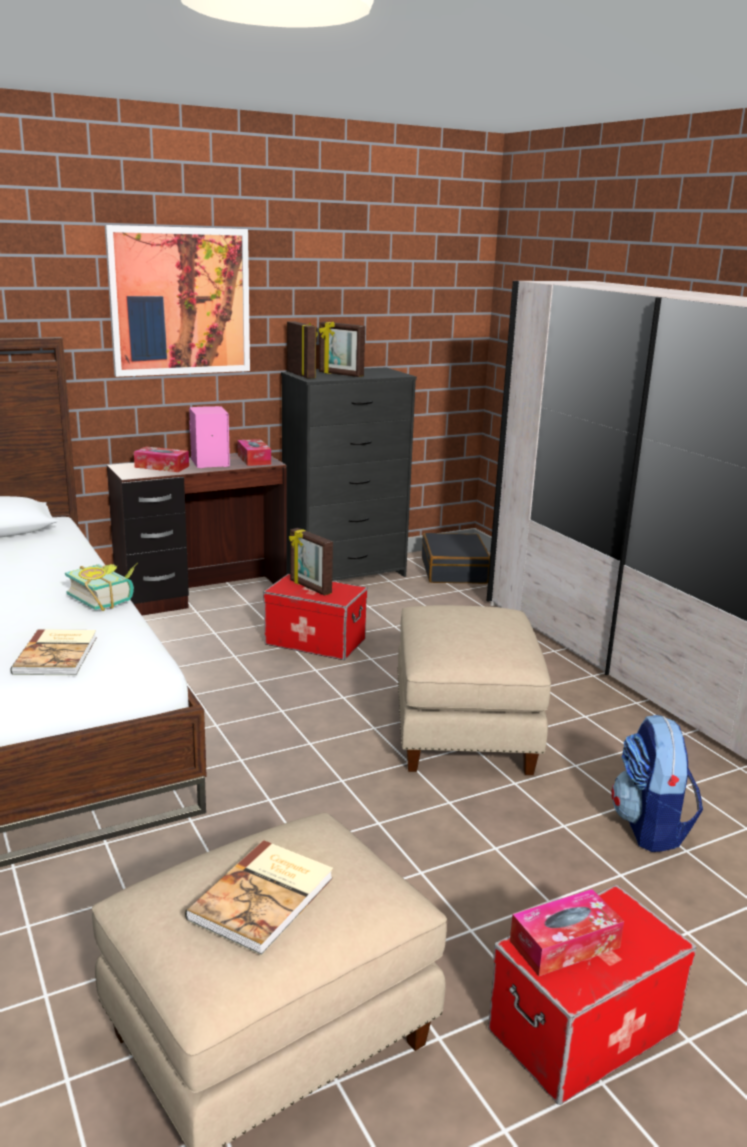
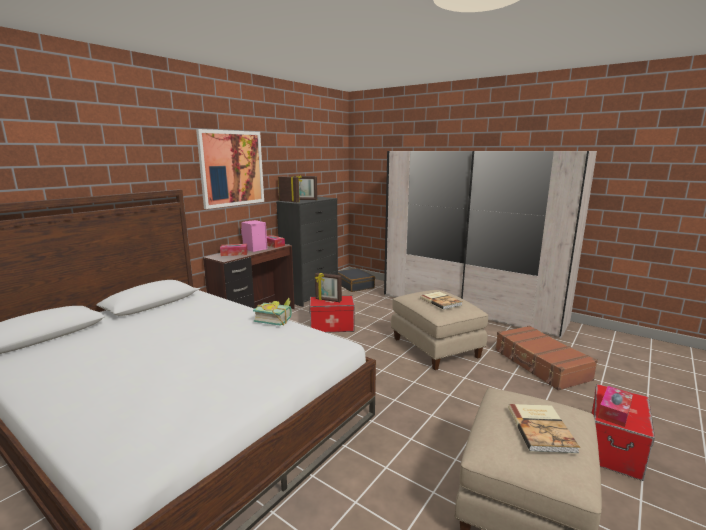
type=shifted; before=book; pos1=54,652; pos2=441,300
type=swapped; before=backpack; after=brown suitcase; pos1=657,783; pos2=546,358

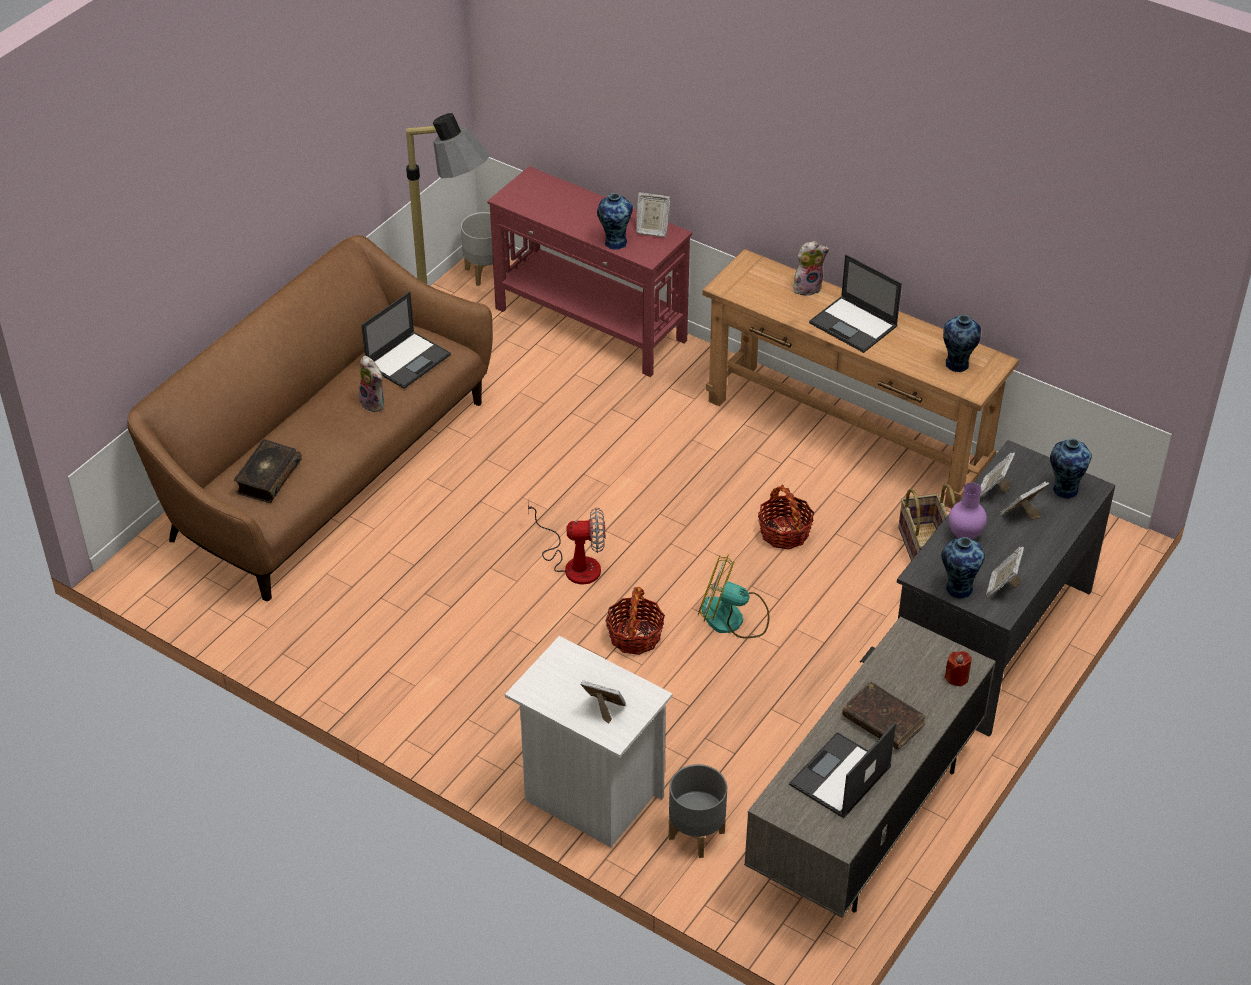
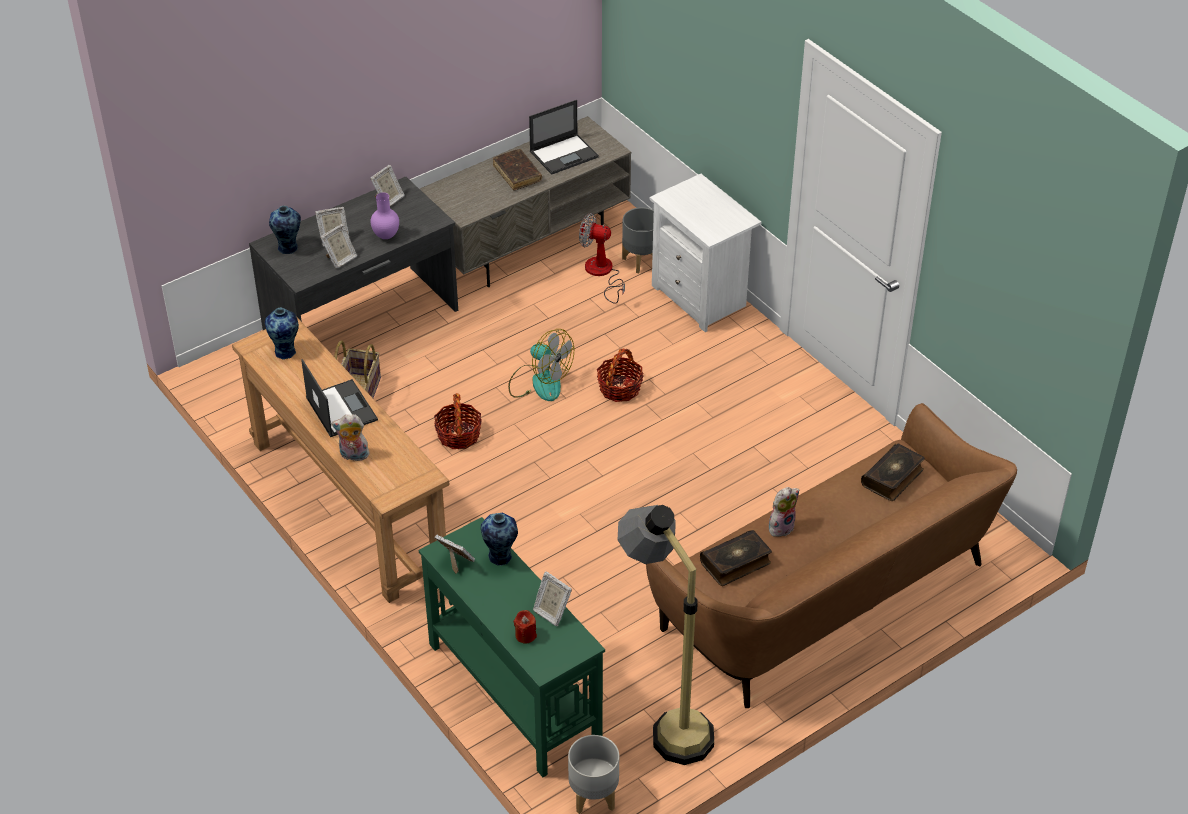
type=repainted; before=red console table; after=green console table; pos1=589,271; pos2=512,647
type=swapped; before=laptop; after=book; pos1=406,340; pos2=736,558
type=rotated; before=plush toy; pos1=371,384; pos2=784,512; turn=75
type=shifted; before=fan; pos1=566,543; pos2=602,258
type=gone; before=vase; pos1=963,568
type=shifted; before=red candle; pos1=958,669; pos2=525,627
type=shifted; before=picture frame; pos1=603,702; pos2=552,598

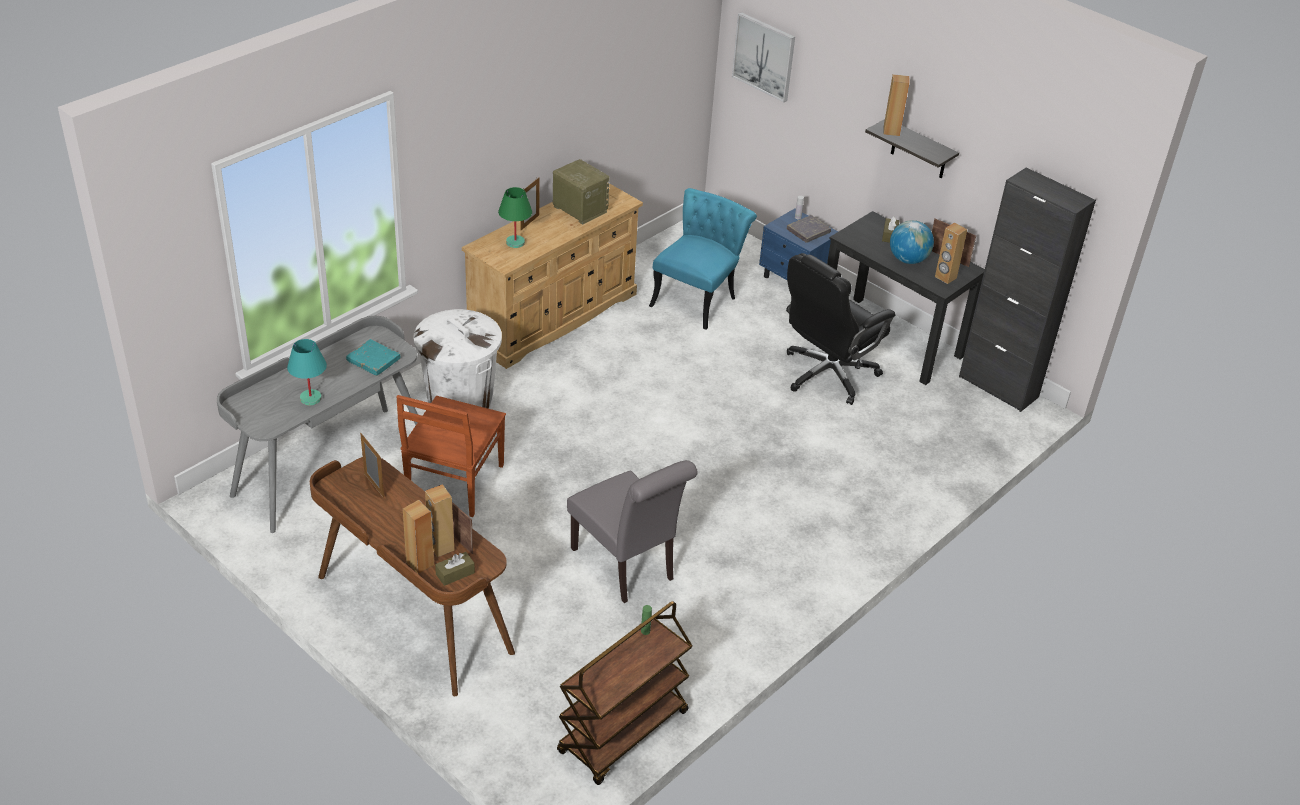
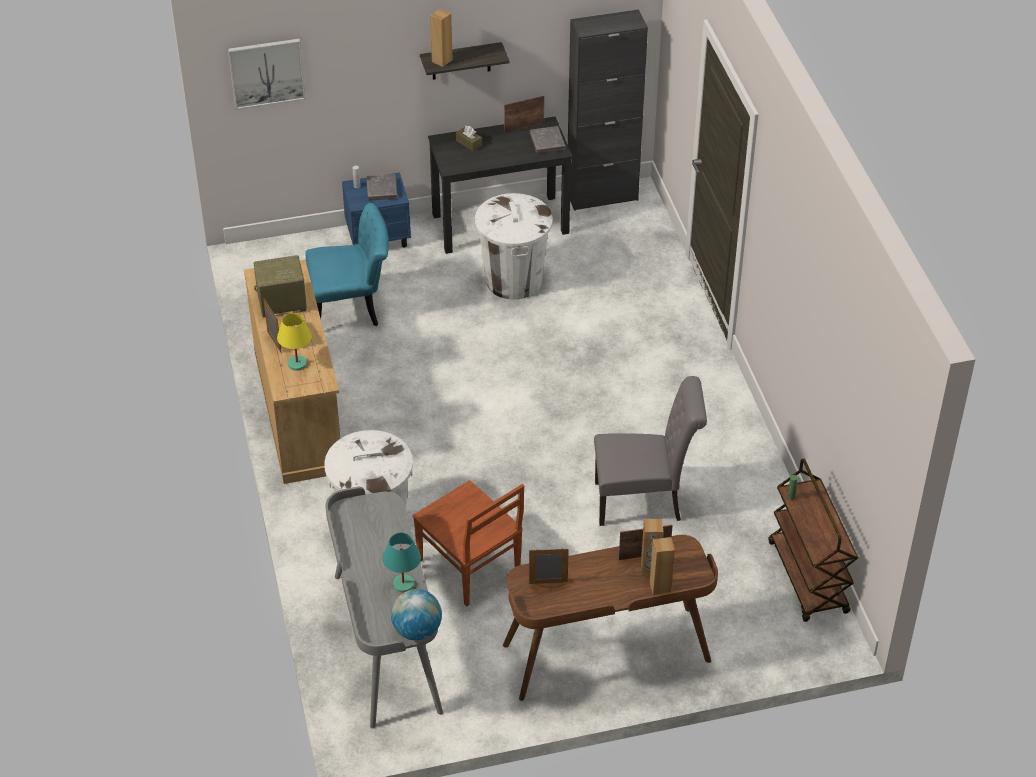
type=repainted; before=green table lamp; after=yellow table lamp; pos1=515,217; pos2=294,342
type=rotated; before=turquoise chair; pos1=703,259; pos2=347,264; turn=105
type=shifted; before=globe; pos1=912,242; pos2=416,615
type=swapped; before=brown speaker; after=grey book; pos1=951,253; pos2=547,140
type=swapped; before=black office chair; after=white trash can; pos1=841,329; pos2=514,246
type=gone; before=turquoise book; pos1=373,357
type=gone; before=brown tissue box; pos1=455,569

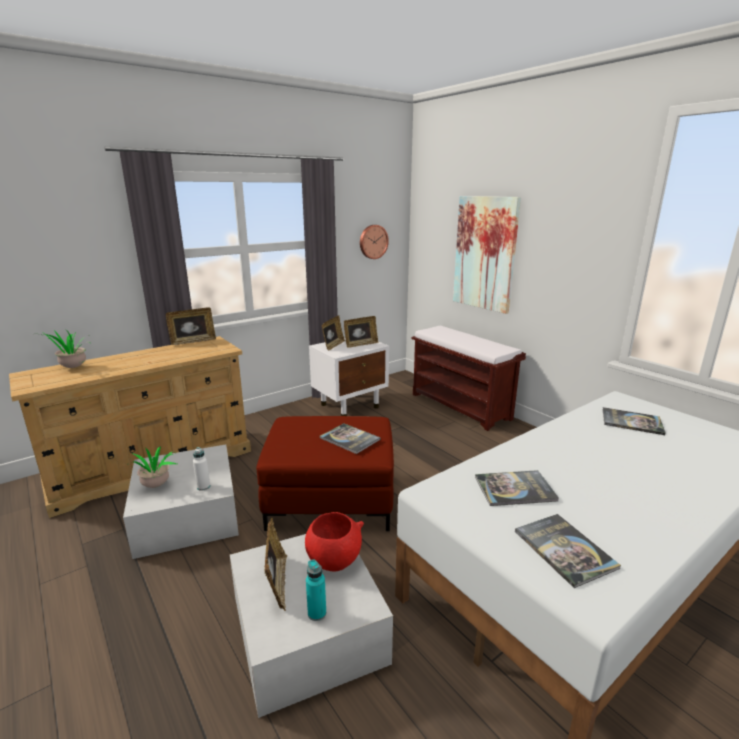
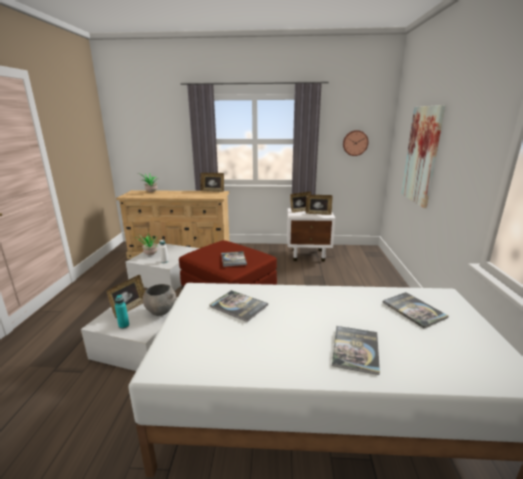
type=gone; before=brown bench; pos1=469,378
type=repainted; before=red bowl; after=grey bowl; pos1=334,542; pos2=160,300
type=shifted; before=book; pos1=568,551; pos2=356,350

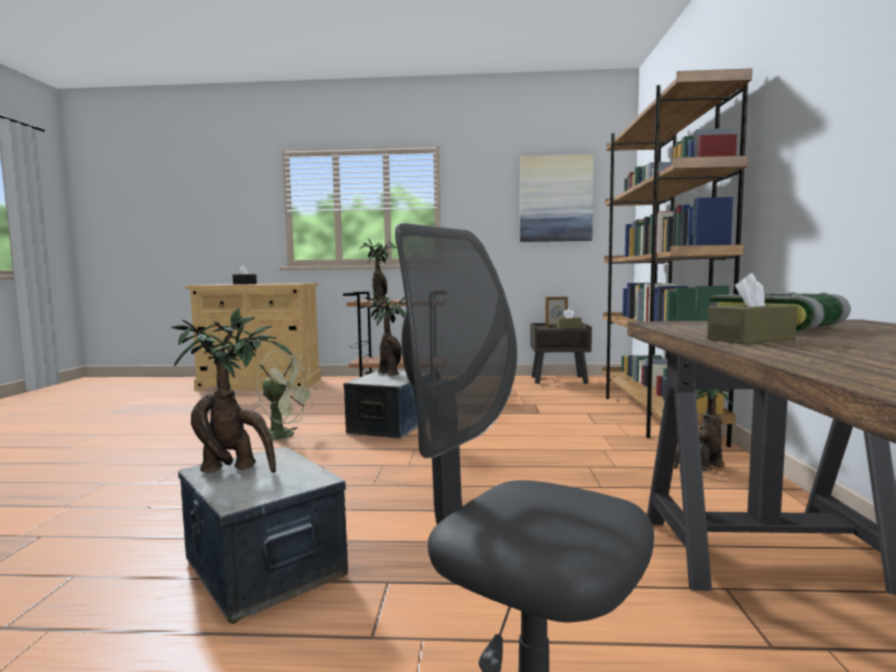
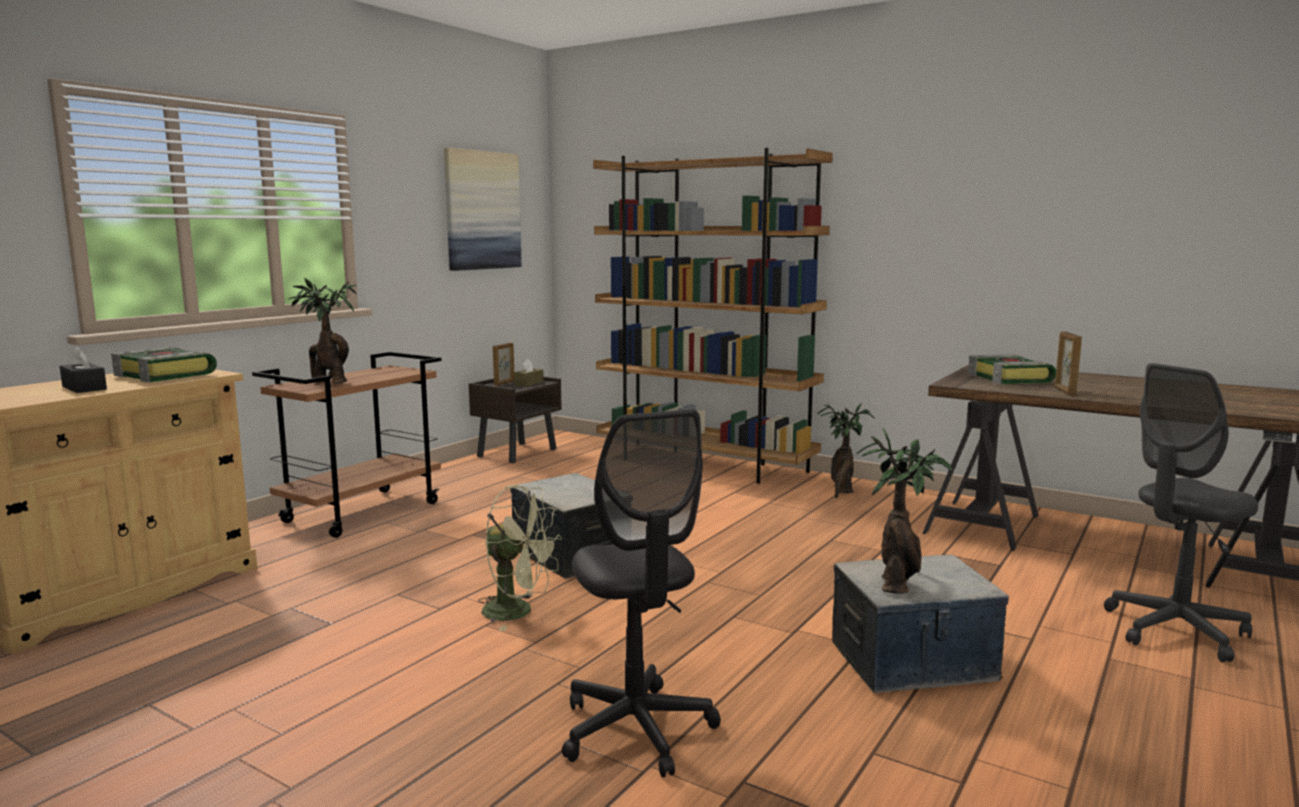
type=swapped; before=brown tissue box; after=picture frame; pos1=752,308; pos2=1068,364
type=gone; before=potted plant; pos1=384,334
type=rotated; before=green fan; pos1=286,396; pos2=520,558; turn=60
type=new; after=book; pos2=164,365
type=new; after=black office chair; pos2=641,593

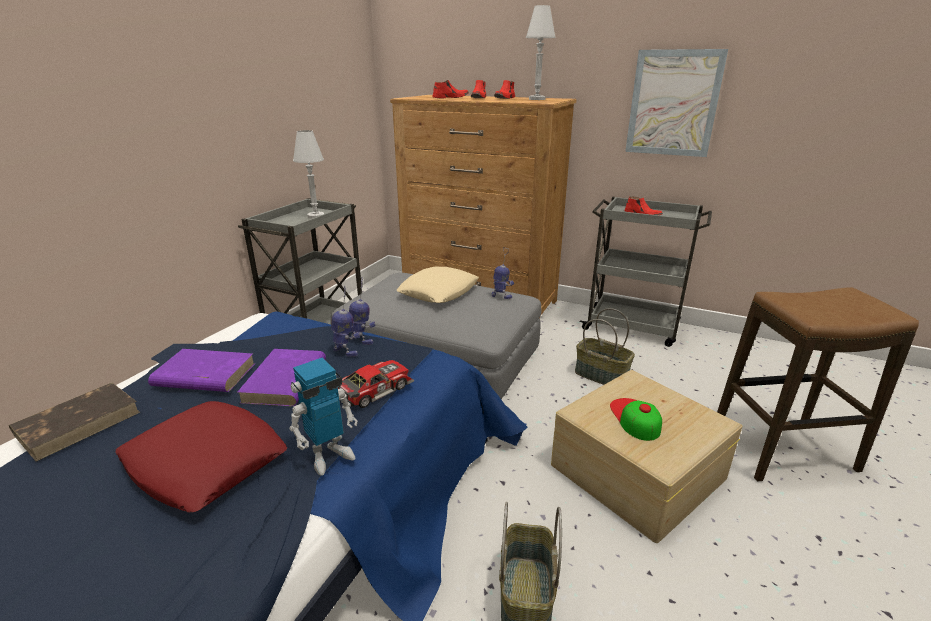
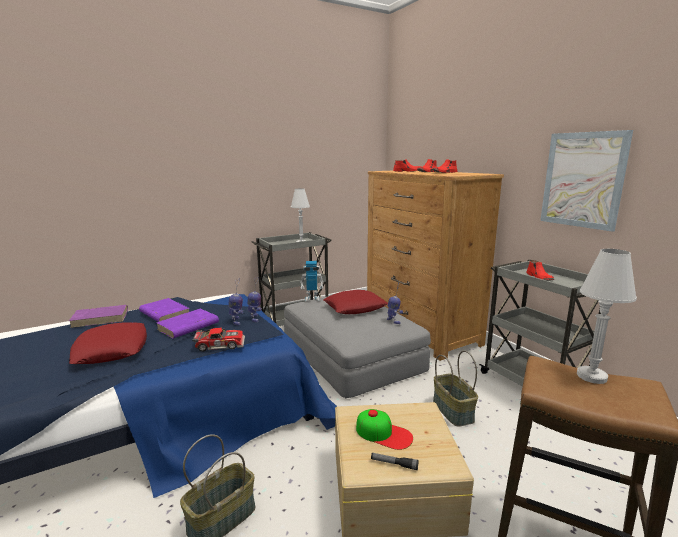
type=shifted; before=white table lamp; pos1=541,52; pos2=607,316
type=repainted; before=beige pillow; after=red pillow; pos1=437,285; pos2=355,302
type=shifted; before=toy robot; pos1=323,417; pos2=312,281
type=repainted; before=brown book; after=purple book; pos1=74,421; pos2=98,316
type=rotated; before=cap; pos1=636,419; pos2=384,429; turn=90
type=new; after=flashlight; pos2=395,461

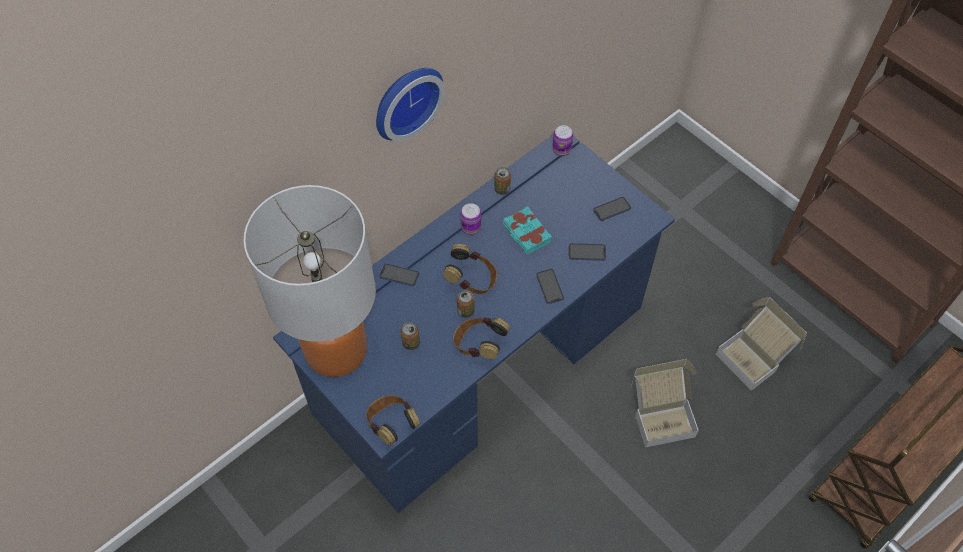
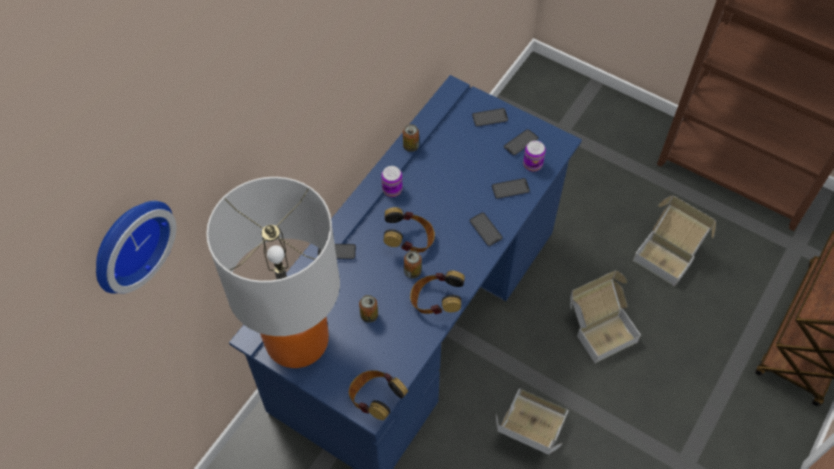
type=shifted; before=wall clock; pos1=410,104; pos2=136,247
type=shifted; before=can; pos1=562,140; pos2=534,156
type=gone; before=turquoise book; pos1=527,230
type=new; after=phone; pos2=490,117
type=new; after=cardboard box; pos2=532,421

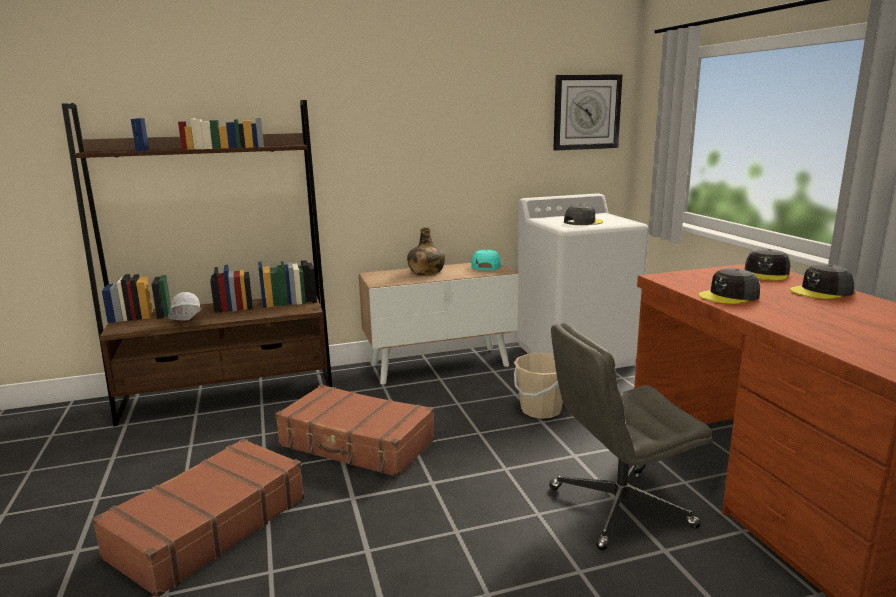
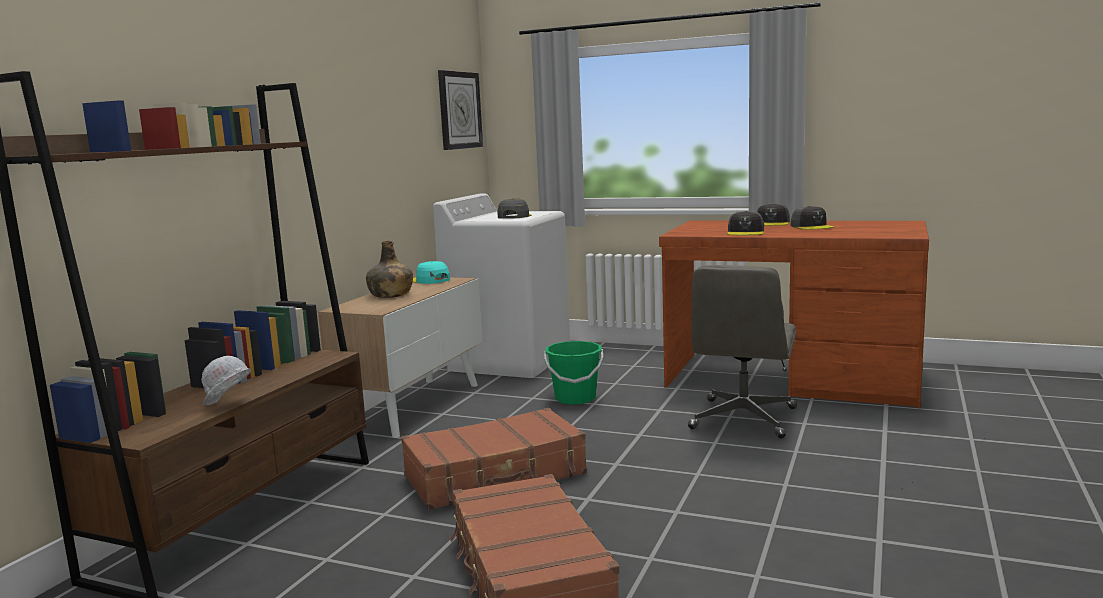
type=shifted; before=grey cap; pos1=768,265; pos2=812,218
type=repainted; before=beige bucket; after=green bucket; pos1=538,386; pos2=573,373

